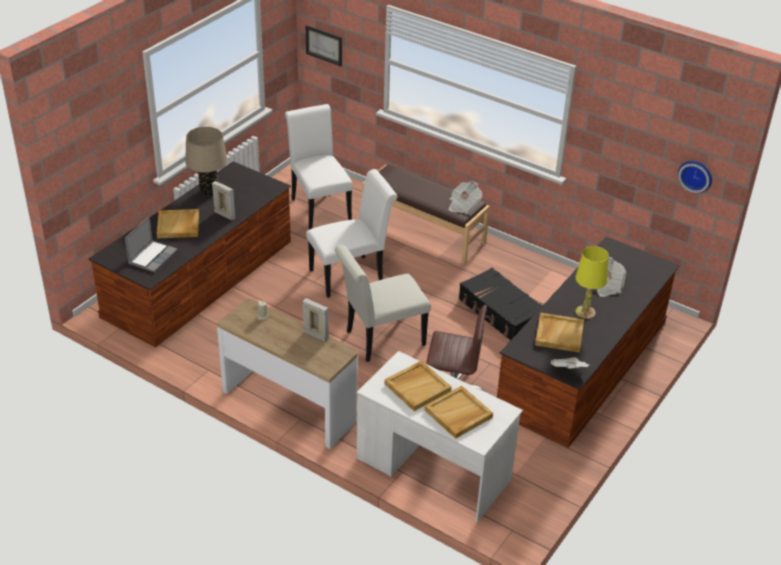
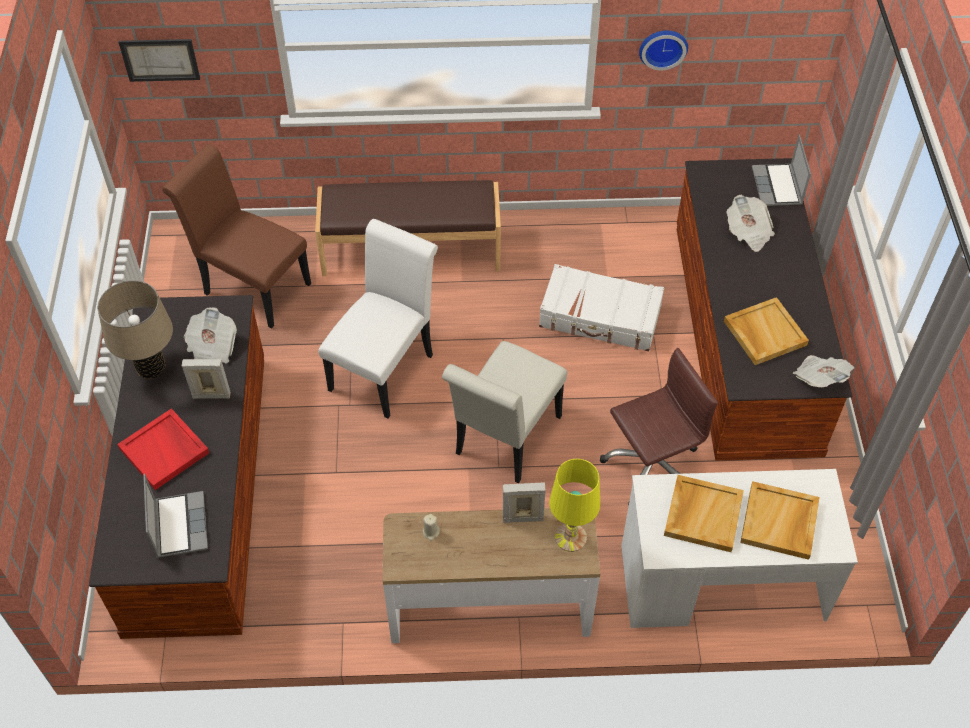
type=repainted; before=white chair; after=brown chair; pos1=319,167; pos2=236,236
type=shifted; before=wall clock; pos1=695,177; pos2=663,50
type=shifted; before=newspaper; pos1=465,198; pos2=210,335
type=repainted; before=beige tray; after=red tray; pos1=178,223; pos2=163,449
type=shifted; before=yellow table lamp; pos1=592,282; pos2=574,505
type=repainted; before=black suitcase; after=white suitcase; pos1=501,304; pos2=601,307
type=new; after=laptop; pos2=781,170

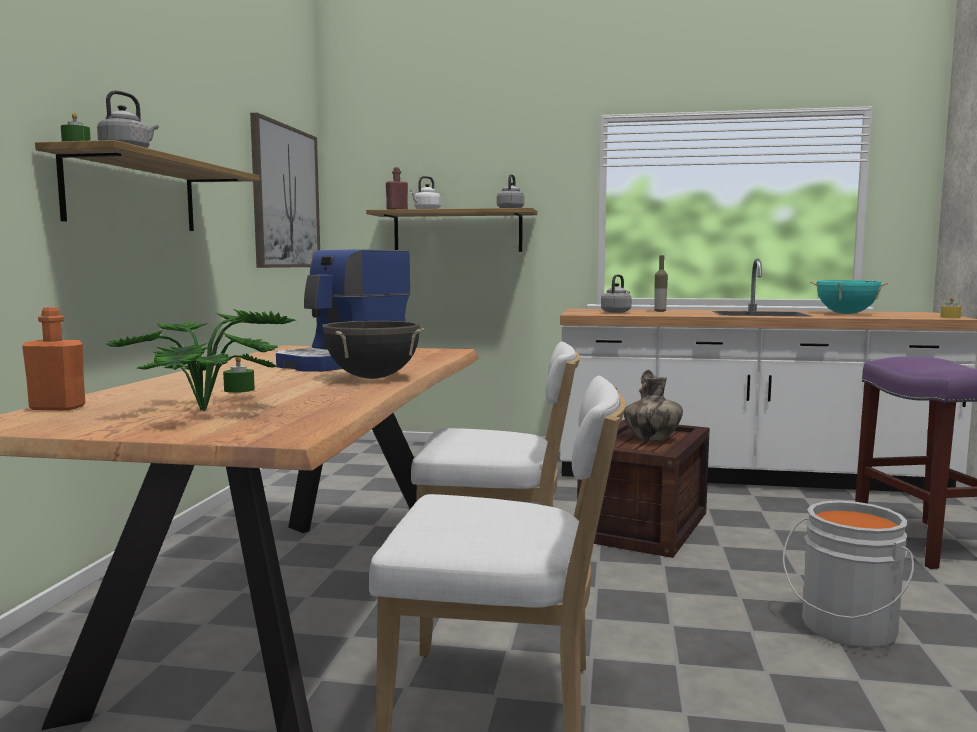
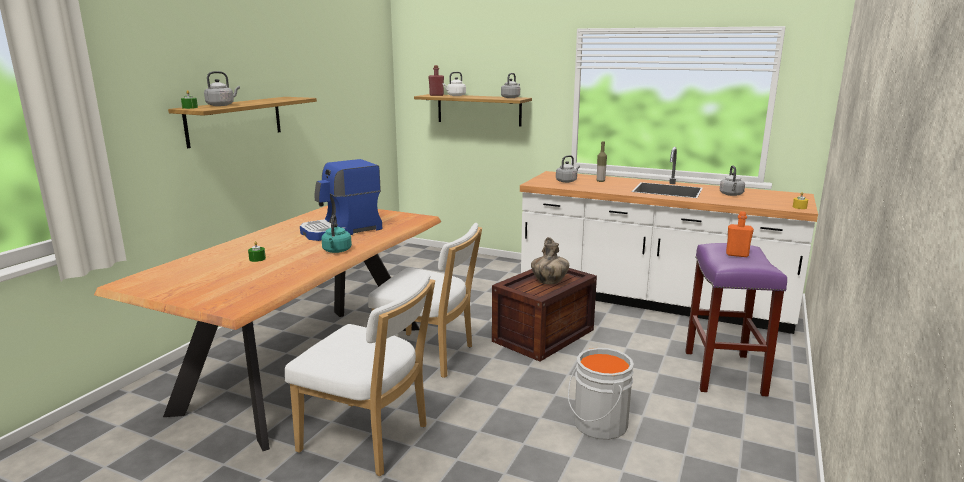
type=gone; before=picture; pos1=285,190
type=swapped; before=turquoise cooking pot; after=grey kettle; pos1=849,297; pos2=732,180
type=shifted; before=orange bottle; pos1=53,359; pos2=740,234
type=gone; before=potted plant; pos1=201,360
type=swapped; before=black cooking pot; after=turquoise kettle; pos1=373,350; pos2=336,234

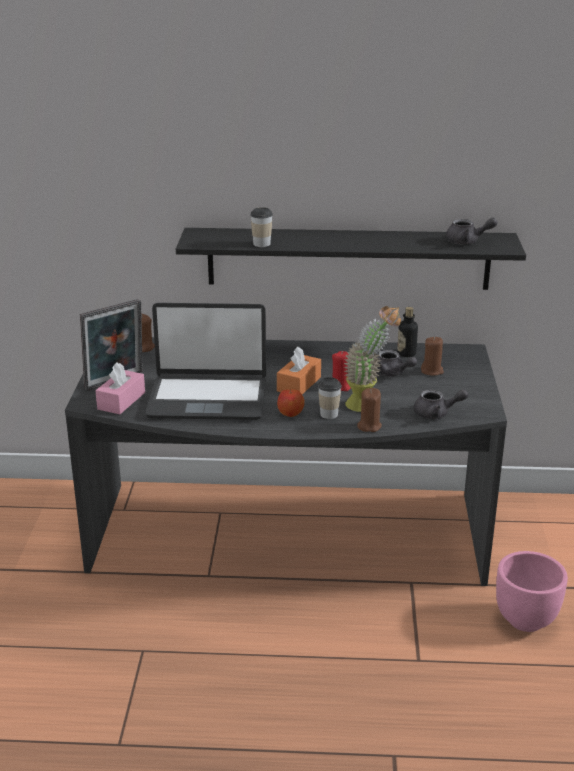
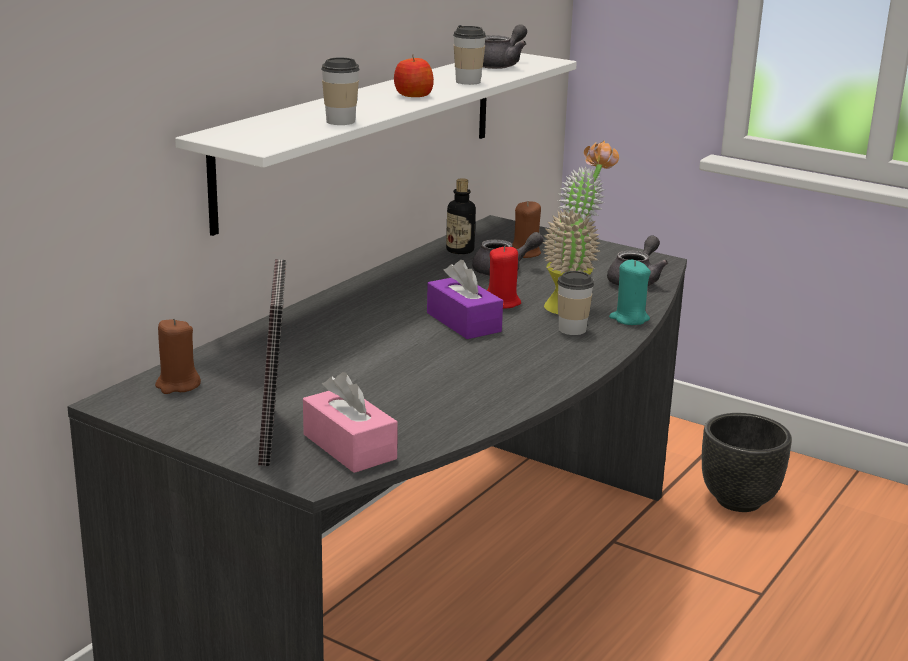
type=repainted; before=black shelf; after=white shelf; pos1=351,259; pos2=376,144
type=gone; before=laptop; pos1=205,361
type=repainted; before=orange tissue box; after=purple tissue box; pos1=299,370; pos2=465,299
type=repainted; before=brown candle; after=turquoise candle; pos1=369,410; pos2=630,292
type=shifted; before=apple; pos1=291,403; pos2=414,76
type=repainted; before=pink planter; after=black planter; pos1=532,591; pos2=747,462
type=new; after=cup; pos2=469,55

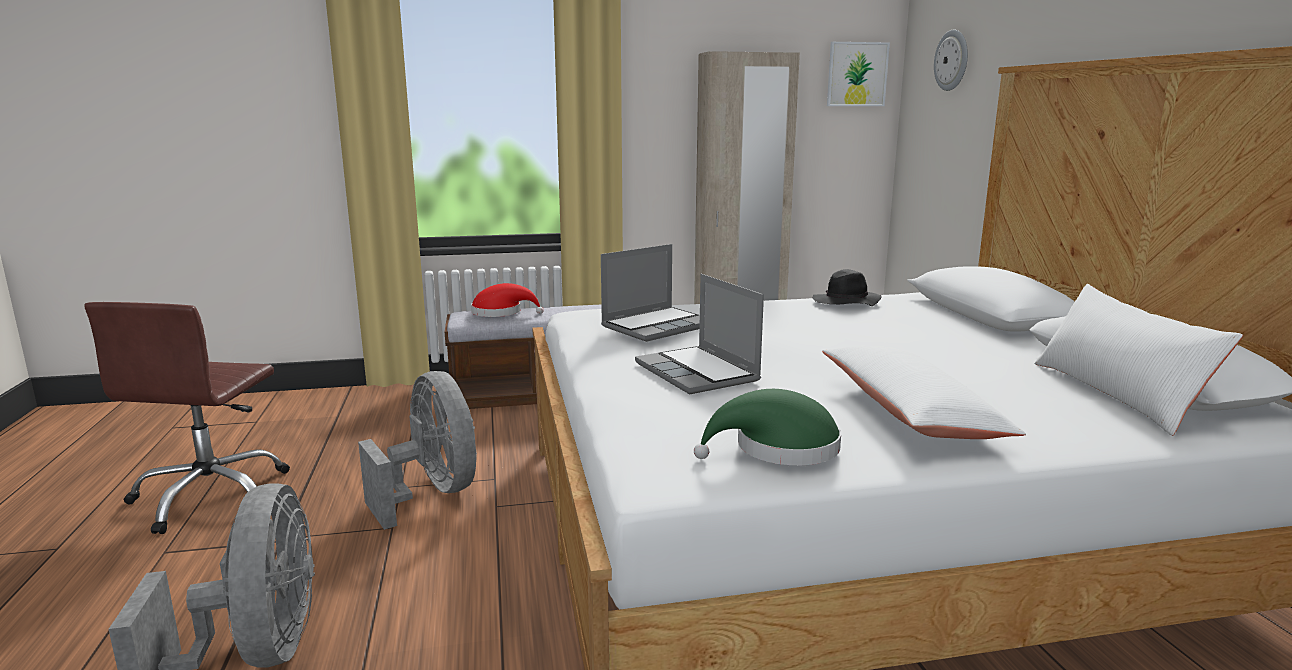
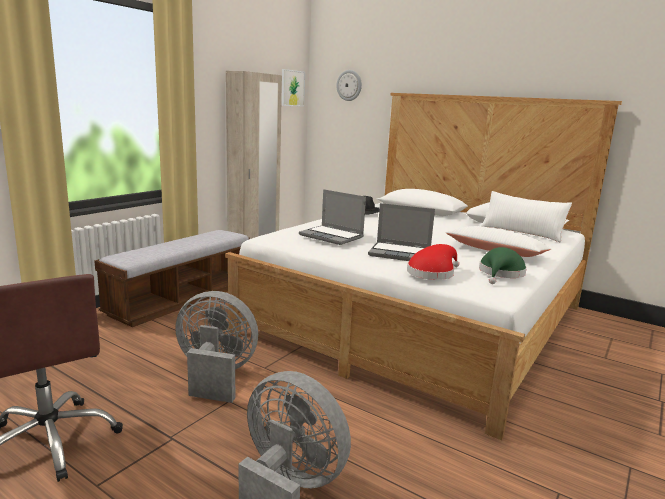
type=rotated; before=laptop; pos1=650,293; pos2=332,217; turn=120
type=shifted; before=red hat; pos1=507,300; pos2=433,262

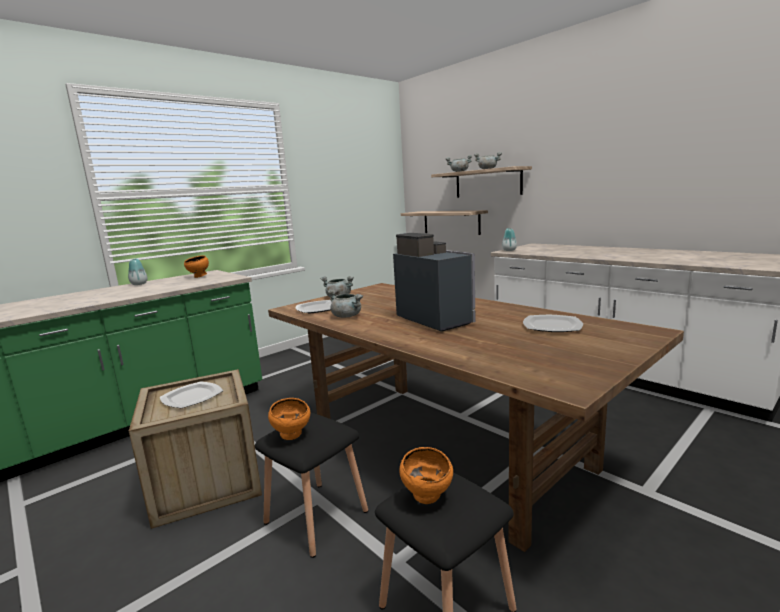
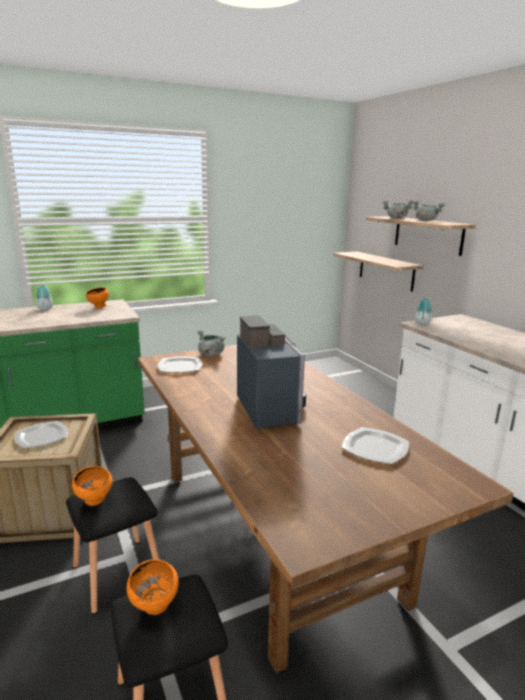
type=gone; before=grey cooking pot; pos1=345,303

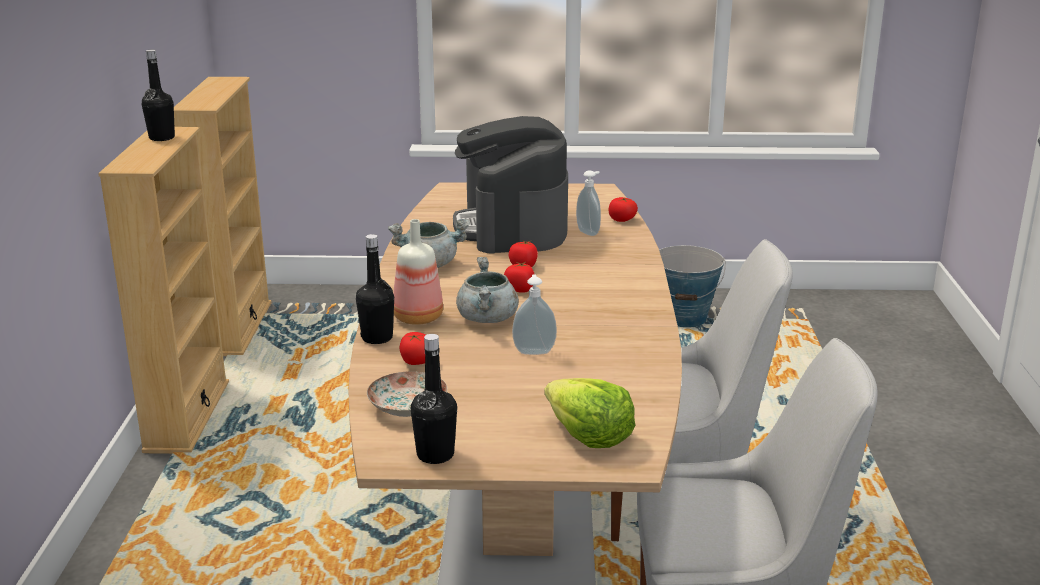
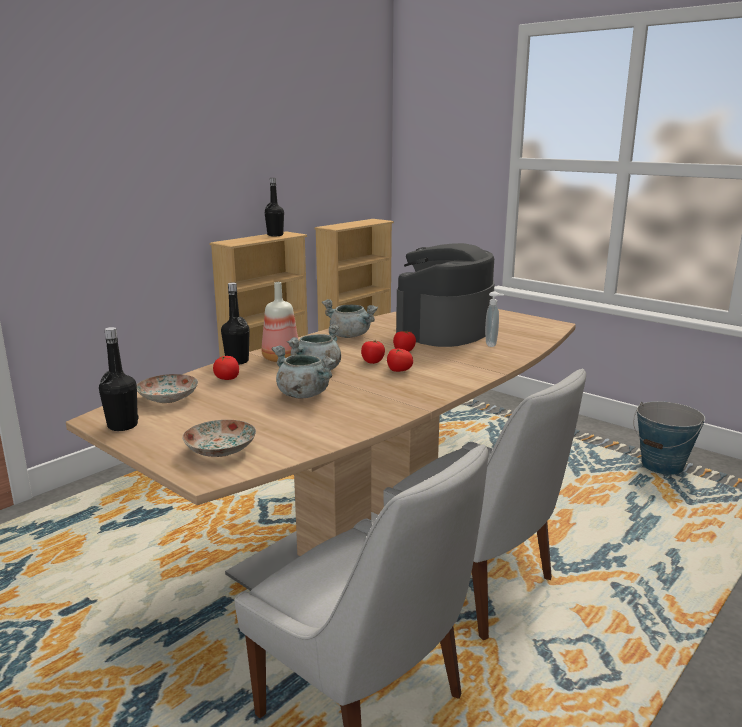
type=shifted; before=tomato; pos1=623,209; pos2=400,360
type=swapped; before=soap dispenser; after=grey cooking pot; pos1=534,315; pos2=304,371
type=swapped; before=lettuce; after=plate; pos1=589,413; pos2=219,438

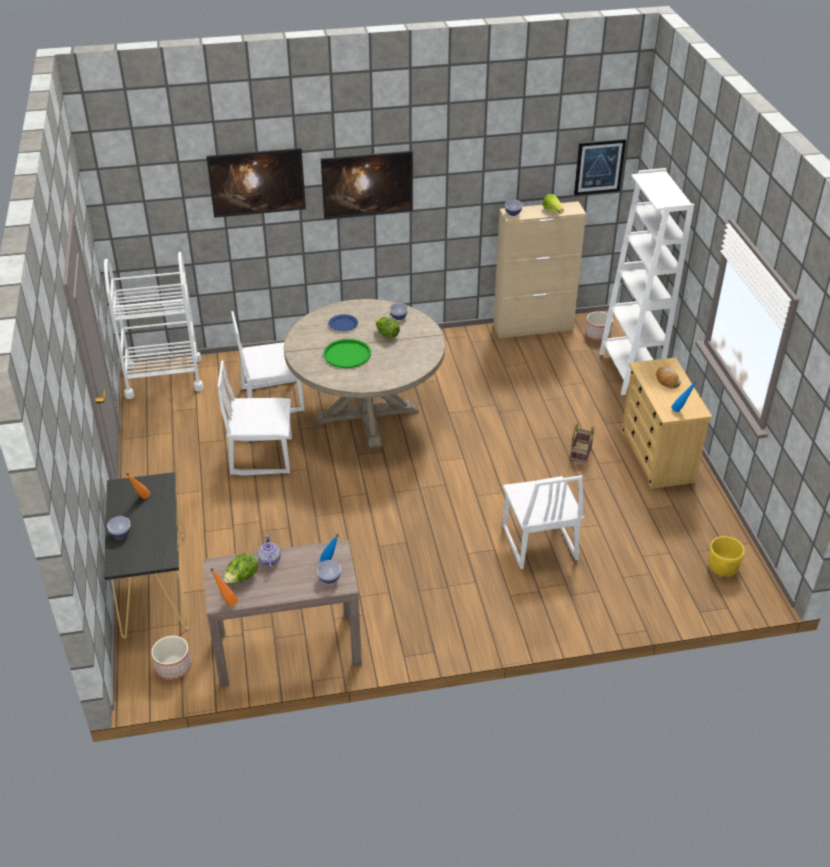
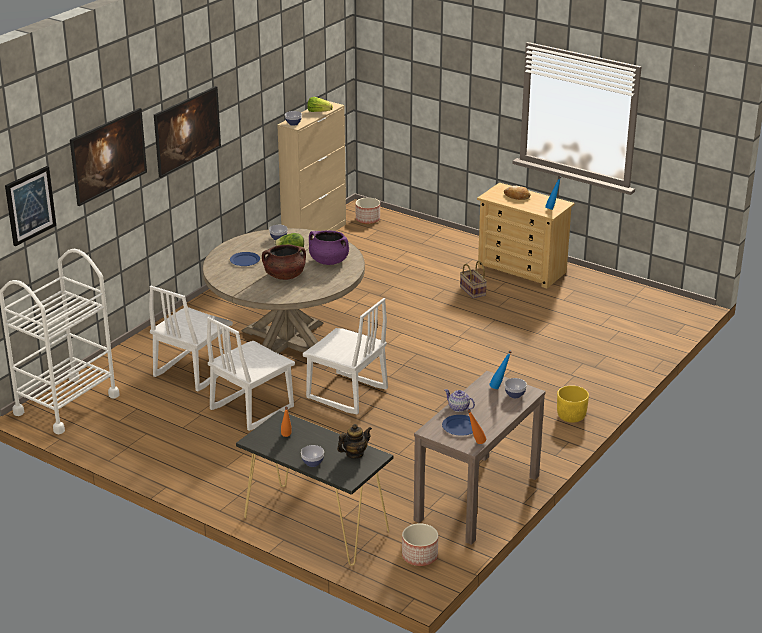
type=shifted; before=picture; pos1=600,167; pos2=30,206
type=gone; before=white bookcase; pos1=646,281
type=swapped; before=green tray; after=brown cooking pot; pos1=347,353; pos2=284,262
type=shifted; before=white chair; pos1=543,522; pos2=345,356
type=shifted; before=yellow planter; pos1=726,556; pos2=573,404
type=swapped; before=lettuce; after=blue plate; pos1=240,568; pos2=457,425
type=new; after=purple cooking pot; pos2=329,247
type=new; after=teapot; pos2=354,441

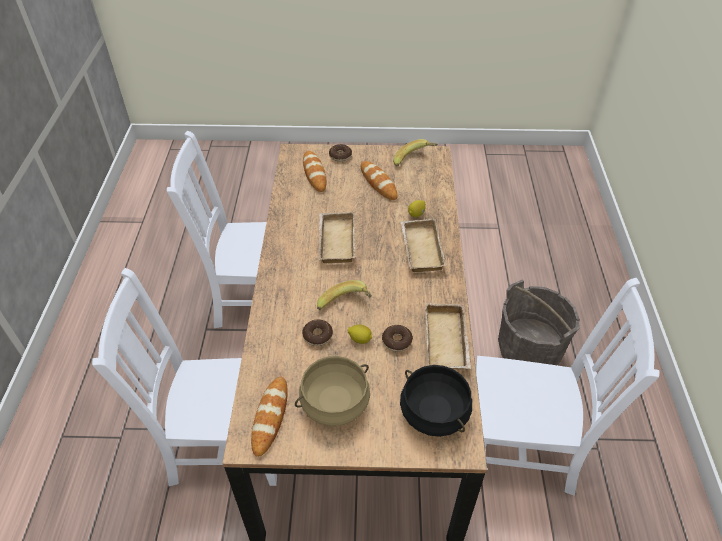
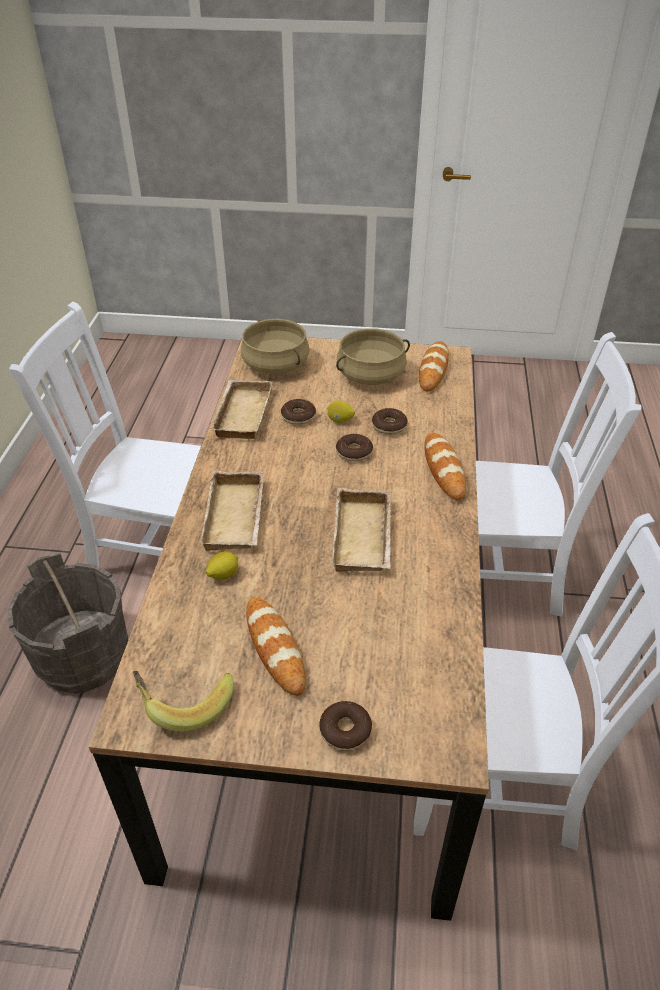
type=shifted; before=bread; pos1=314,171; pos2=445,467
type=swapped; before=banana; after=donut; pos1=344,295; pos2=354,448
type=repainted; before=black cooking pot; after=beige cooking pot; pos1=436,401; pos2=275,346

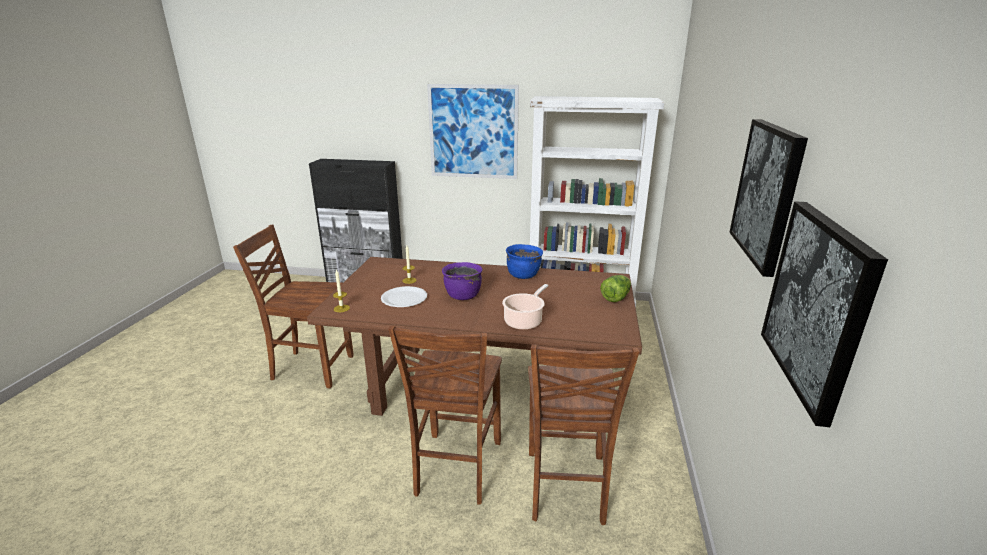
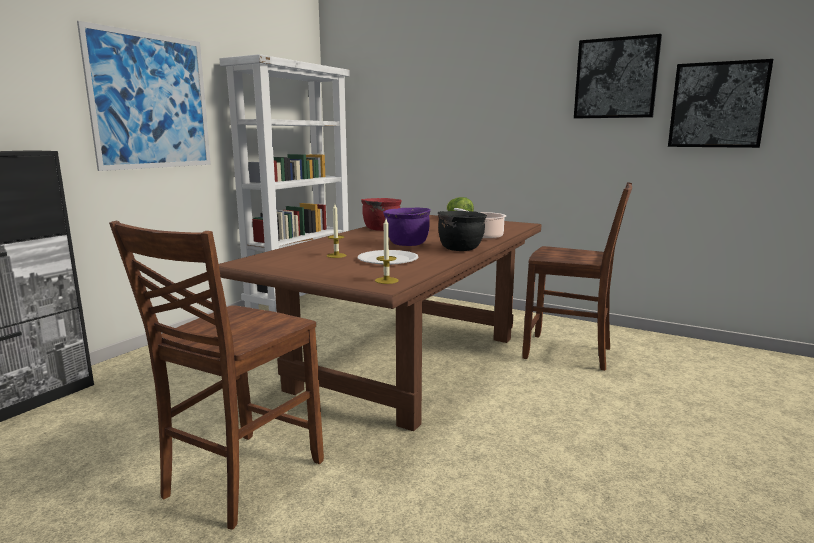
type=repainted; before=blue cooking pot; after=red cooking pot; pos1=524,261; pos2=381,214
type=gone; before=brown chair; pos1=445,415
type=new; after=black cooking pot; pos2=462,231

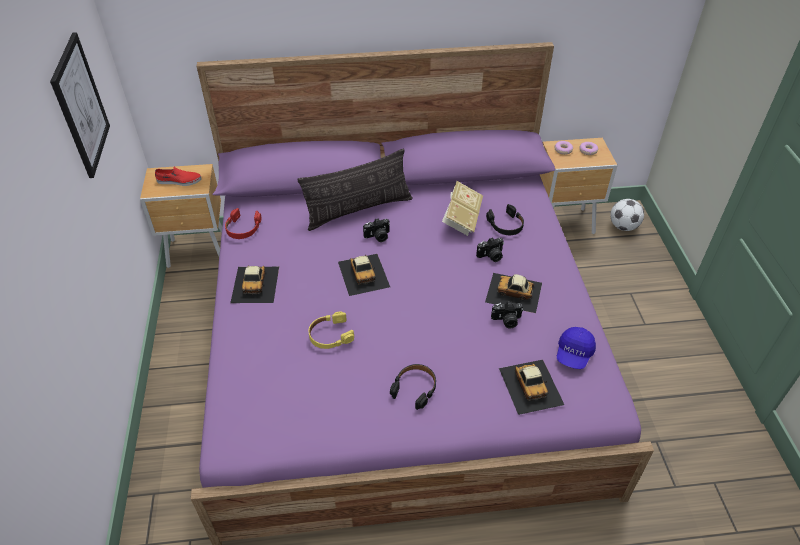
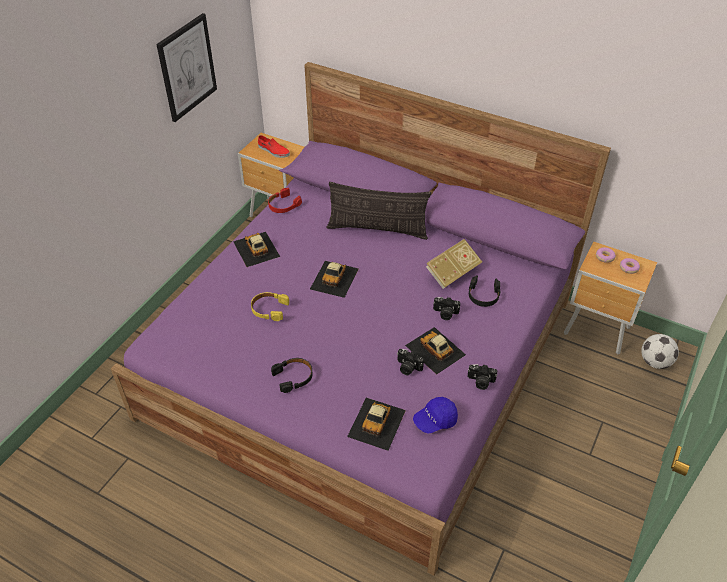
type=shifted; before=photo camera; pos1=376,230; pos2=482,377
type=rotated; before=toy car; pos1=254,284; pos2=256,249; turn=120

